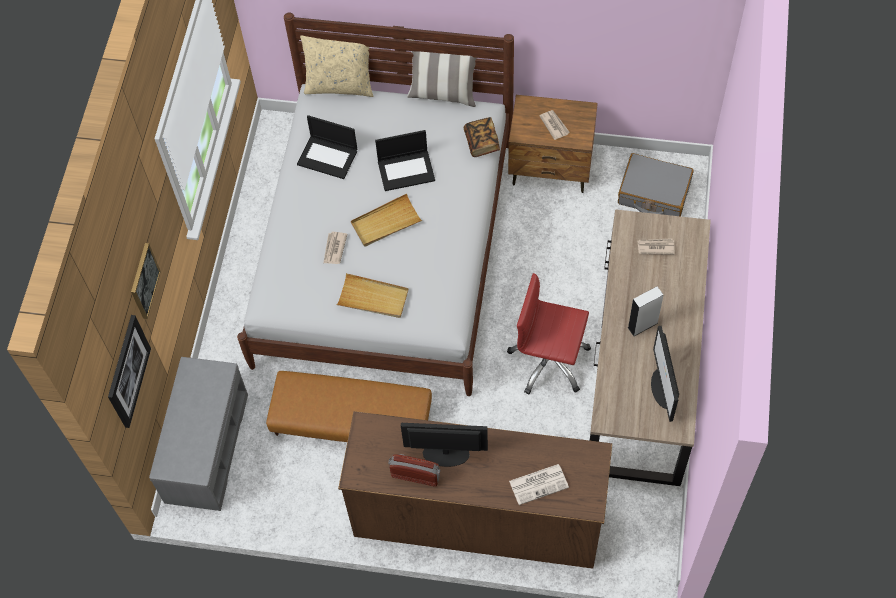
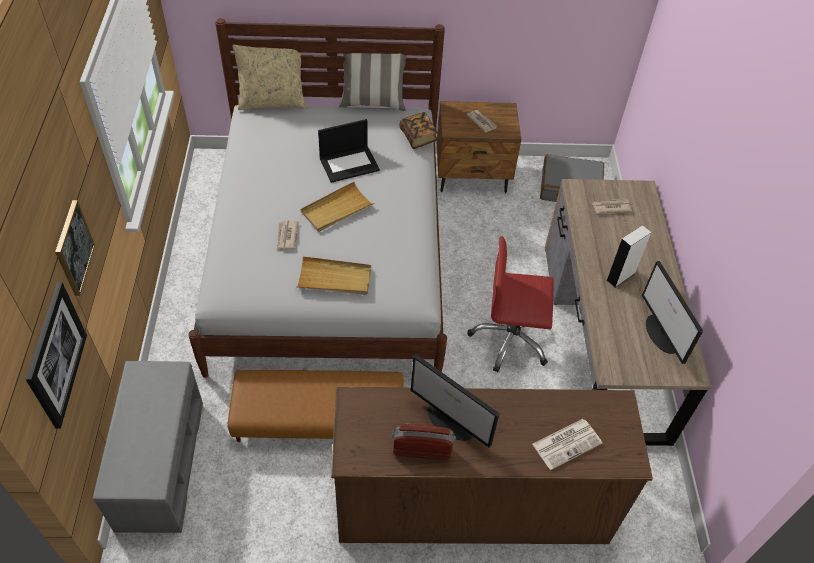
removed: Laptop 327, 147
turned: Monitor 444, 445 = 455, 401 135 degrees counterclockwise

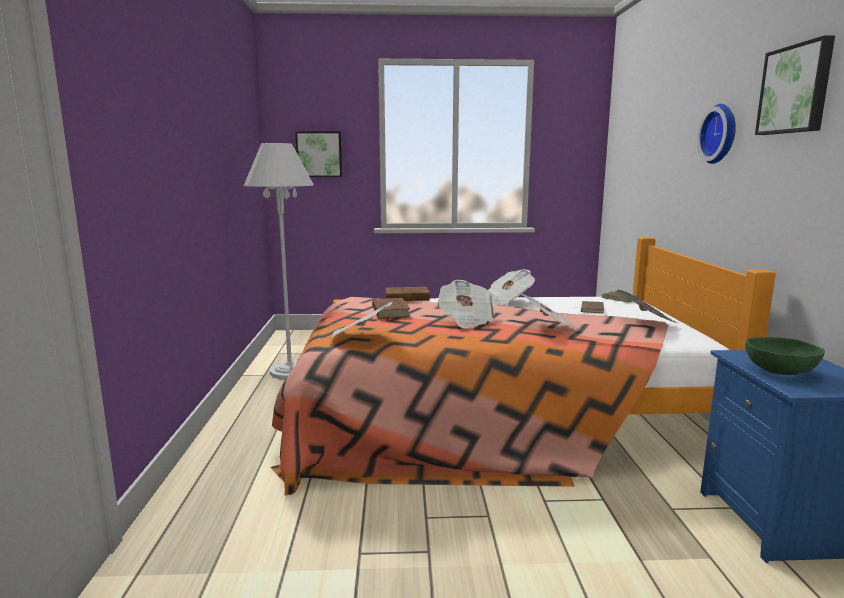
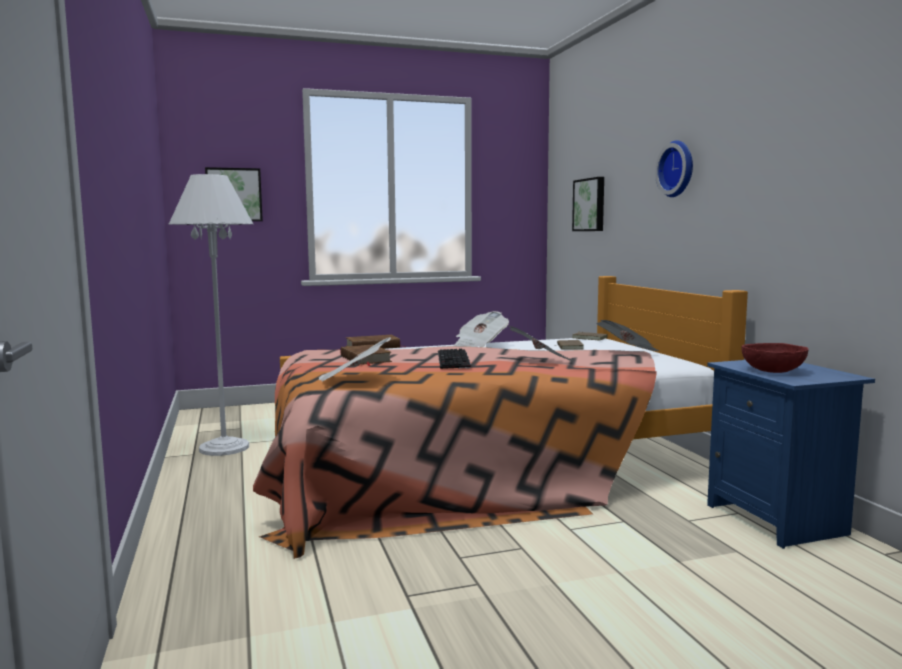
moved: Bild 795, 85 to 588, 204
replaced: Zeitung 466, 304 to Tastatur 454, 359
recoloured: Schüssel/grün 785, 356 to Schüssel/rot 775, 358

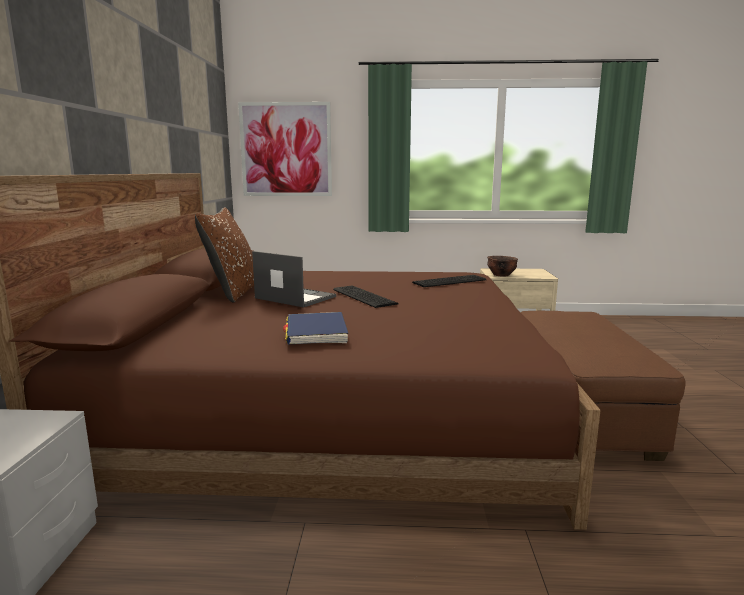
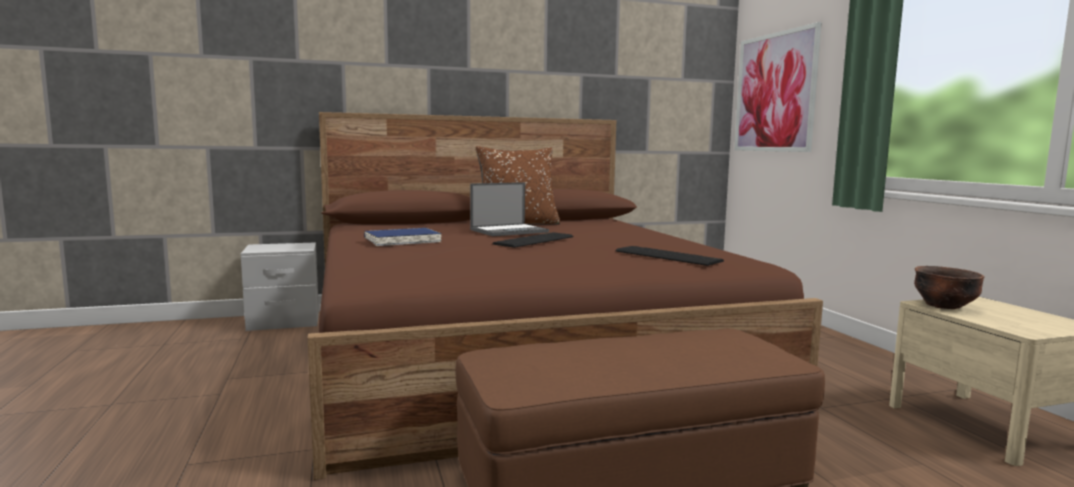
turned: Laptop 294, 279 = 509, 209 45 degrees clockwise

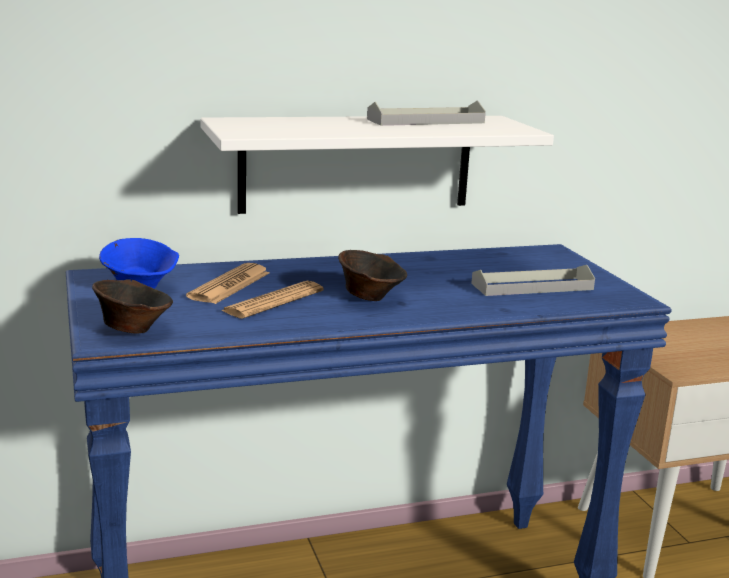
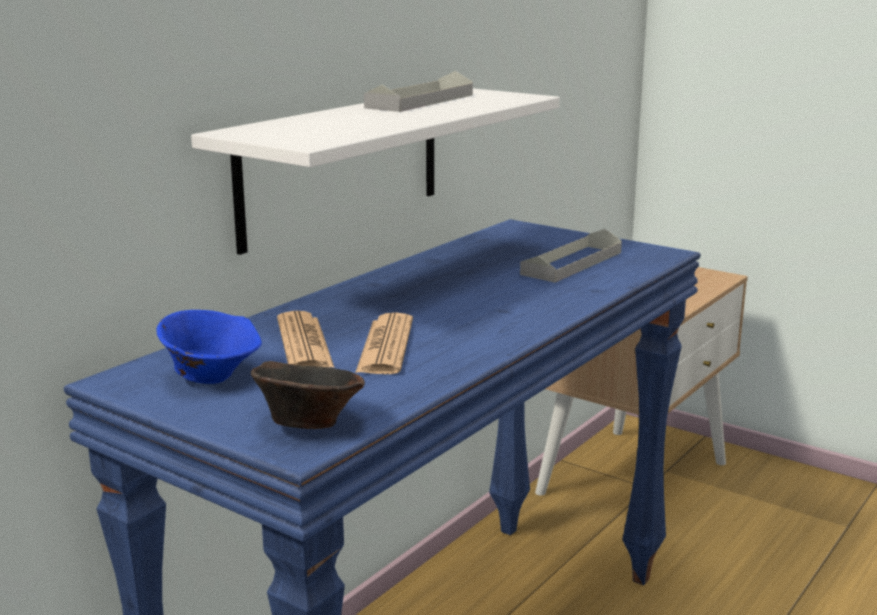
removed: Schüssel/braun 372, 275

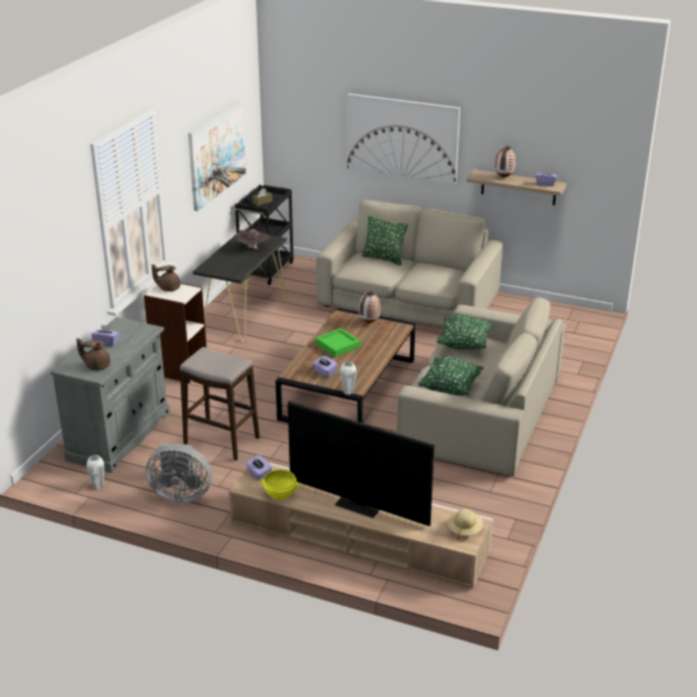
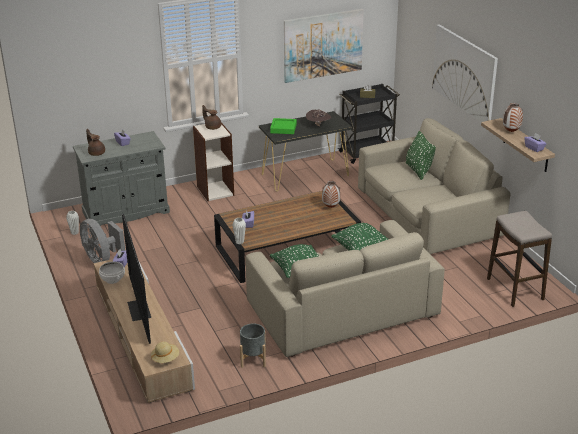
added: Pflanzkübel/grau 253, 345
moved: Tablett/grün 338, 342 to 283, 126; Hocker 220, 404 to 519, 259
recoloured: Schüssel/gelb 280, 485 to Schüssel/weiß 112, 273

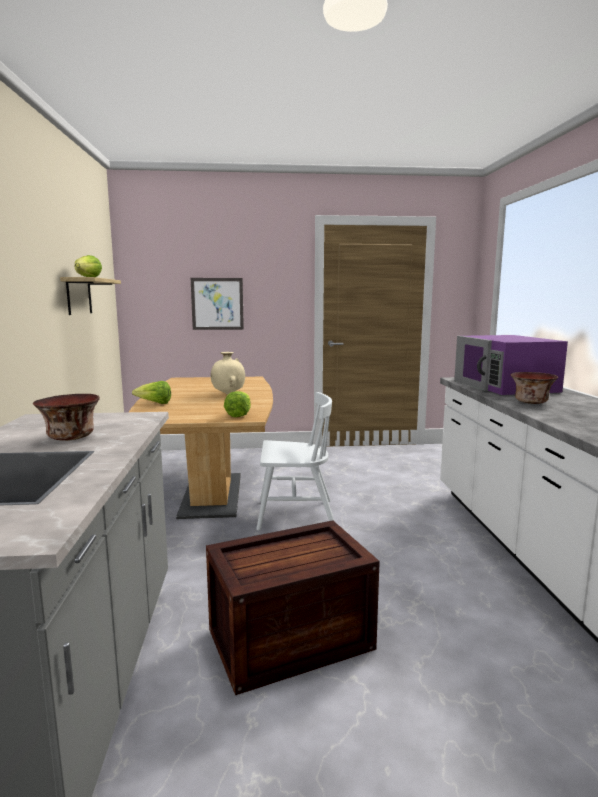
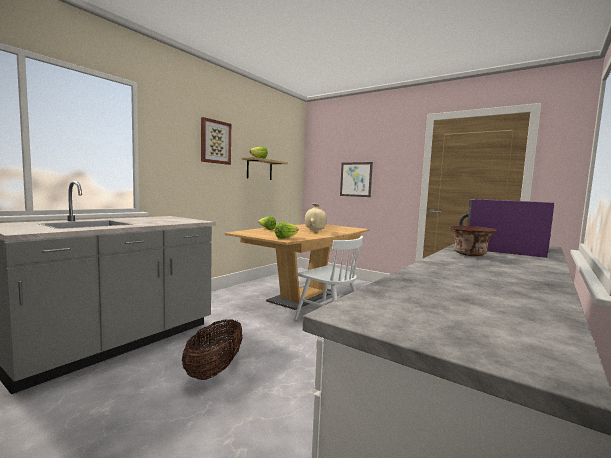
removed: Schüssel 66, 417
added: Bild 216, 141
replaced: Kiste 293, 607 to Korb 212, 349

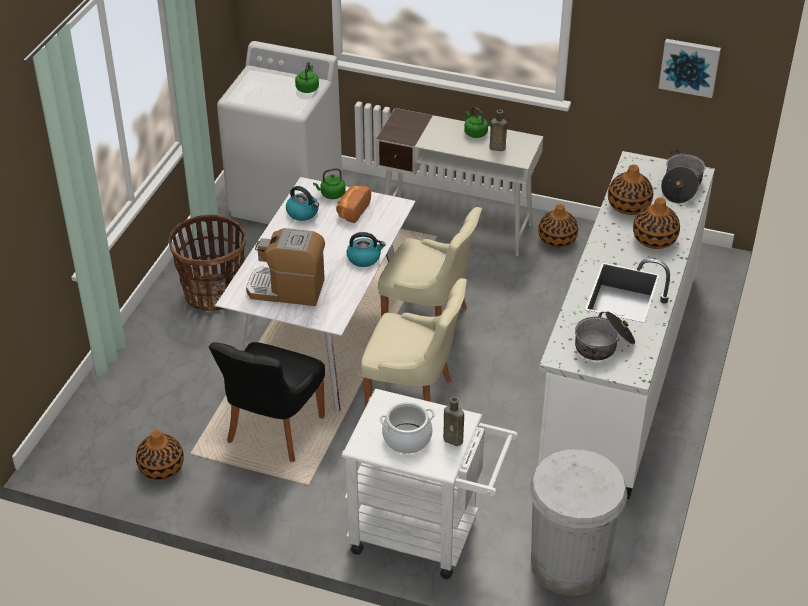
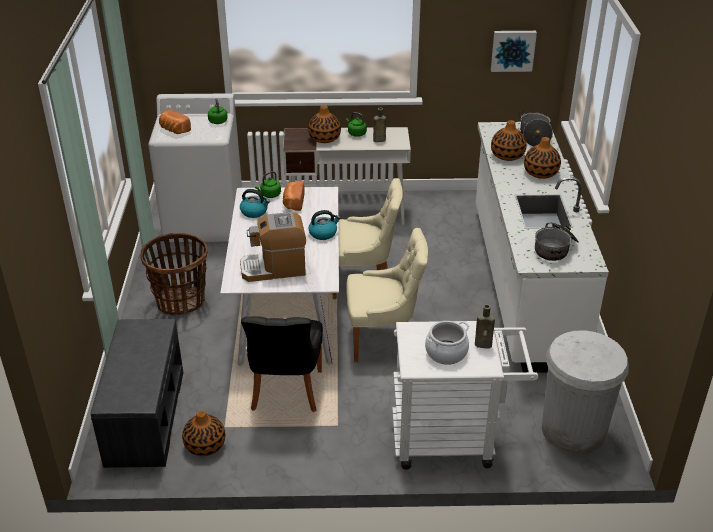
added: Brot 175, 121; Bank/grau 136, 393
moved: Vase 558, 226 to 324, 124

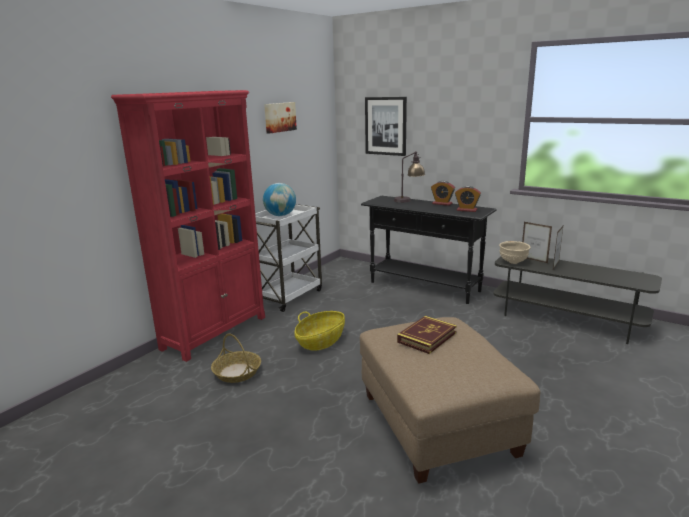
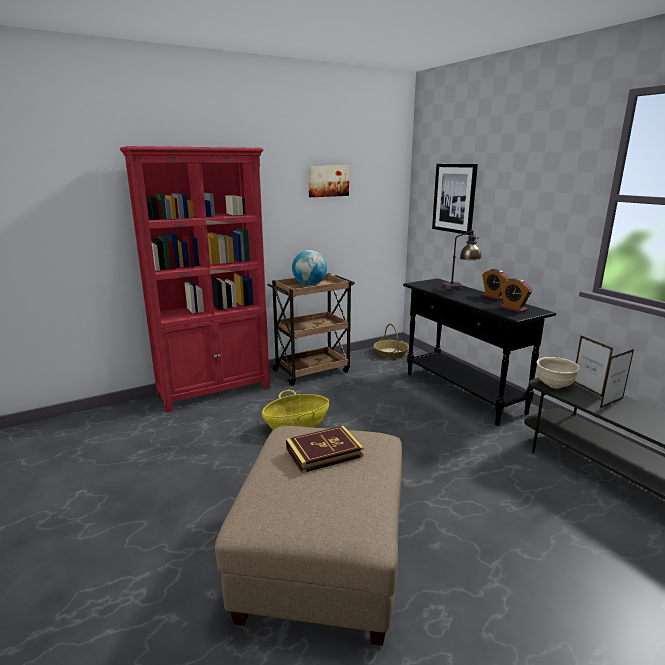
moved: Korb 236, 358 to 391, 341
recoloured: Rollwagen/weiß 288, 258 to Rollwagen/braun 311, 329

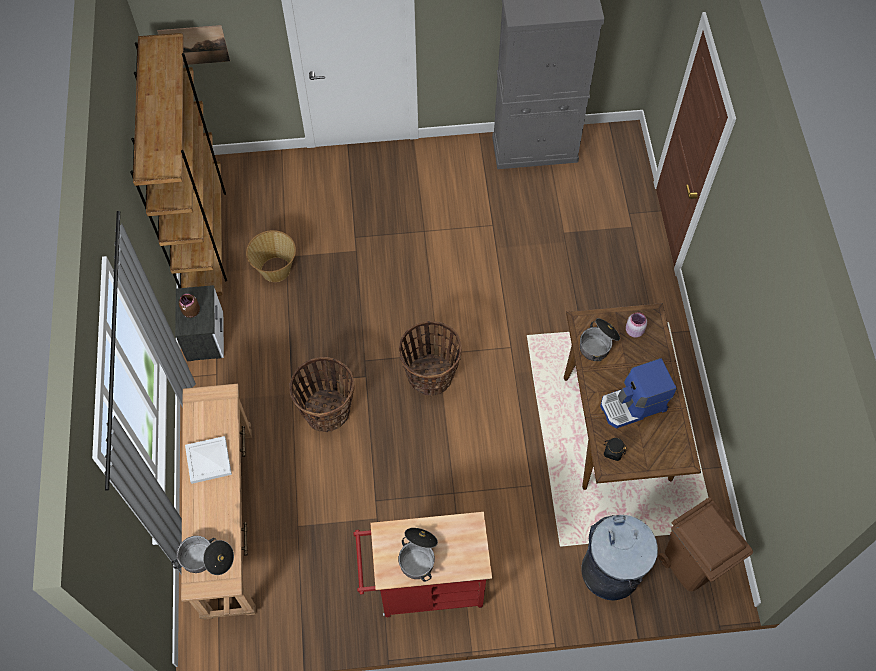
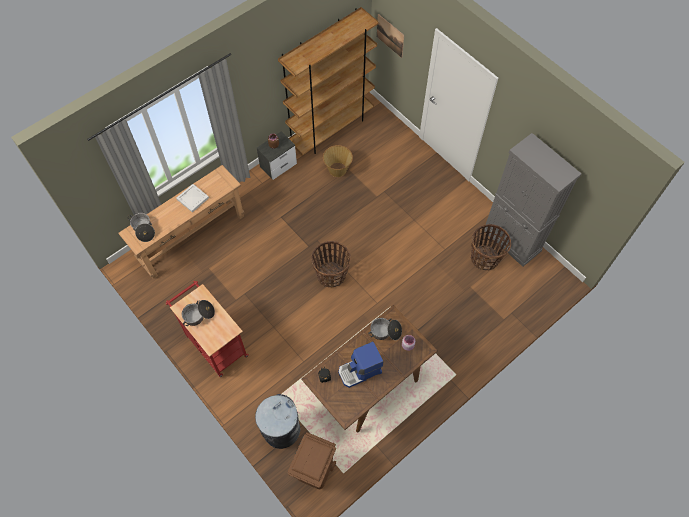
moved: Korb 322, 394 to 491, 247
turned: Kaffeemaschine 638, 393 = 360, 364 60 degrees counterclockwise

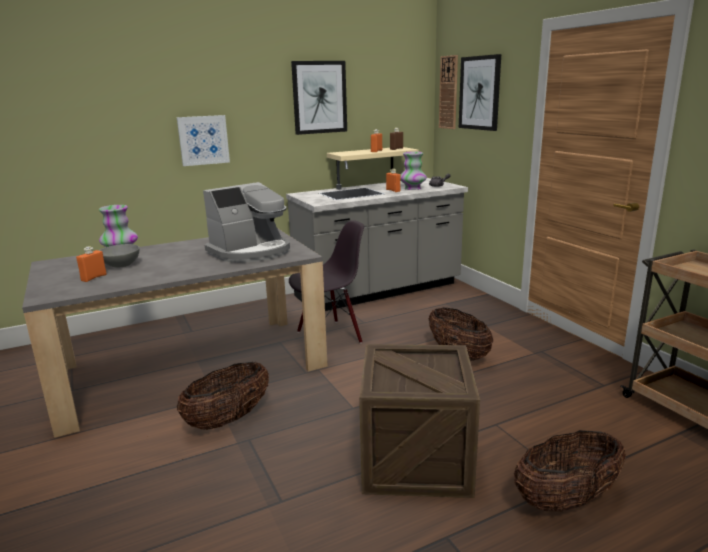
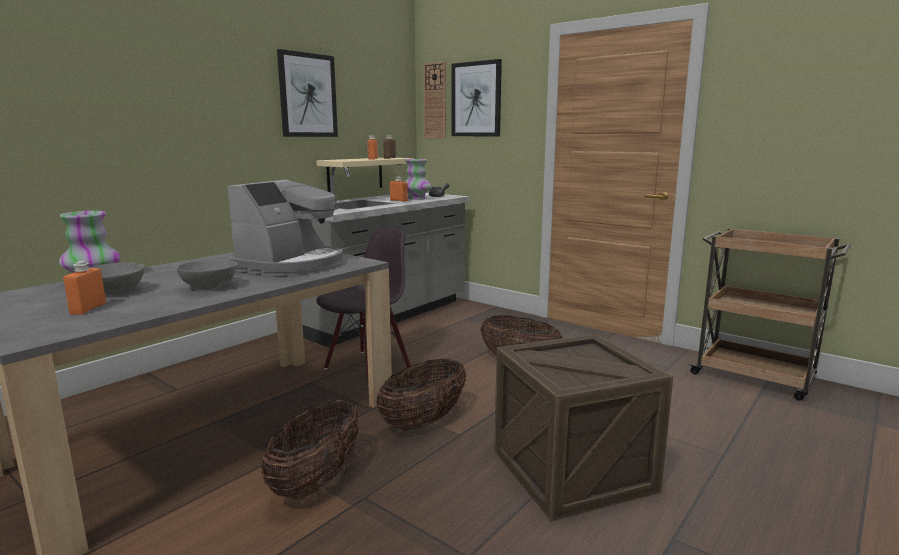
removed: Bild 203, 140
added: Schüssel/grau 206, 275
moved: Korb 570, 470 to 421, 394

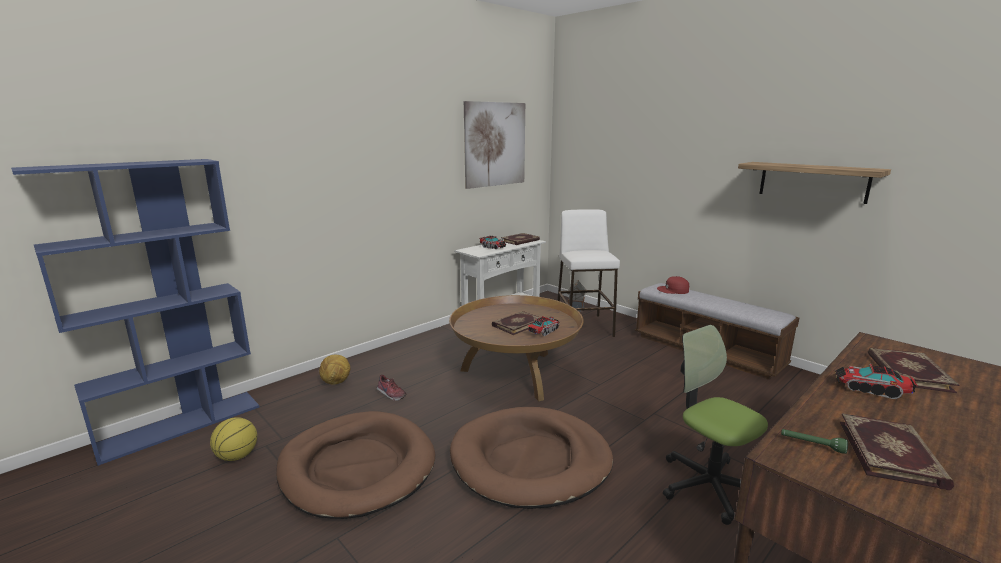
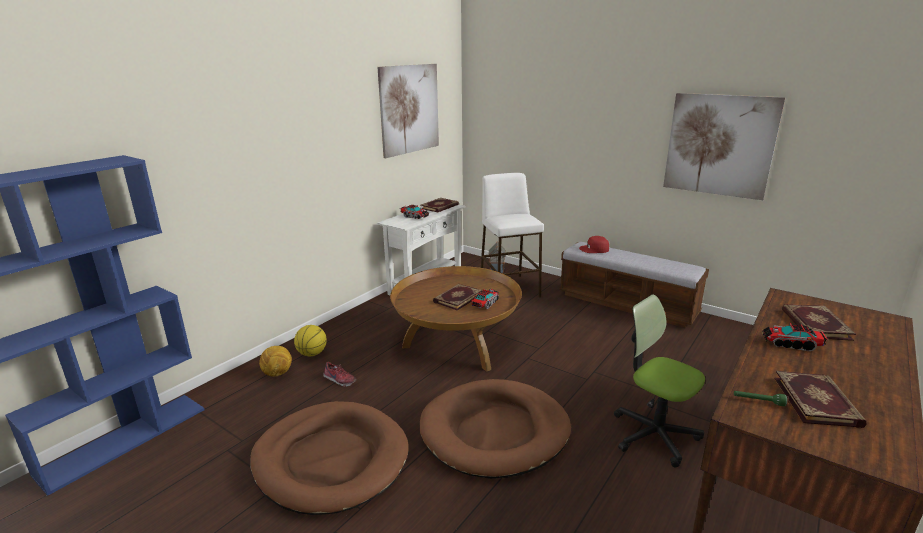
moved: Basketball 233, 439 to 310, 340
replaced: Wandregal 814, 183 to Bild 724, 146

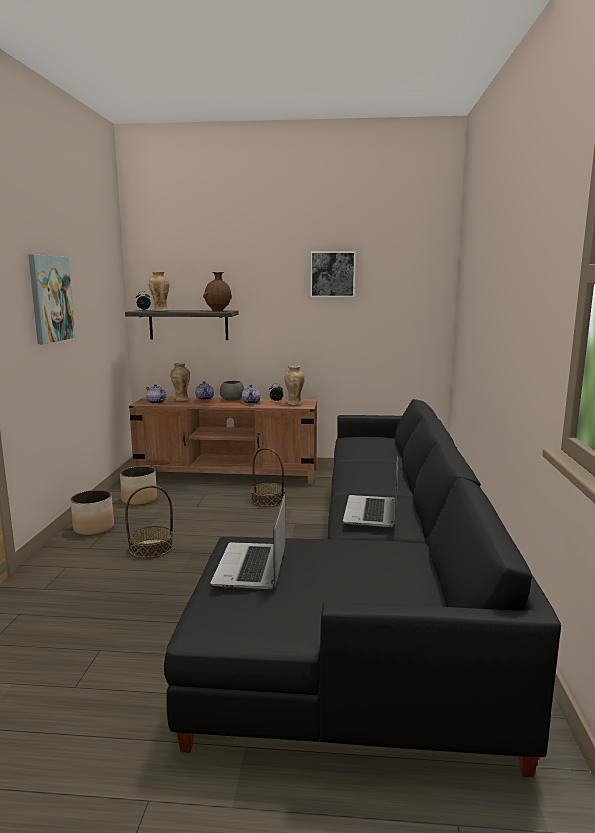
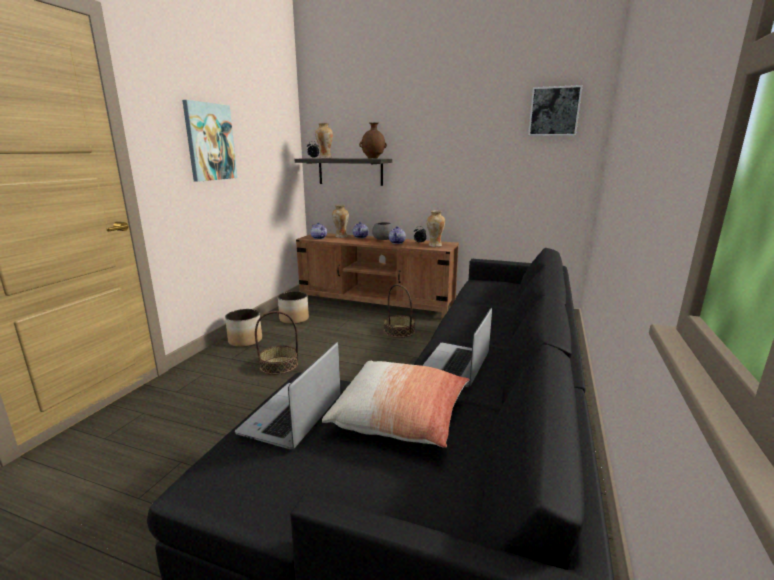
added: Kissen 396, 404
moved: Bild 333, 274 to 555, 110

